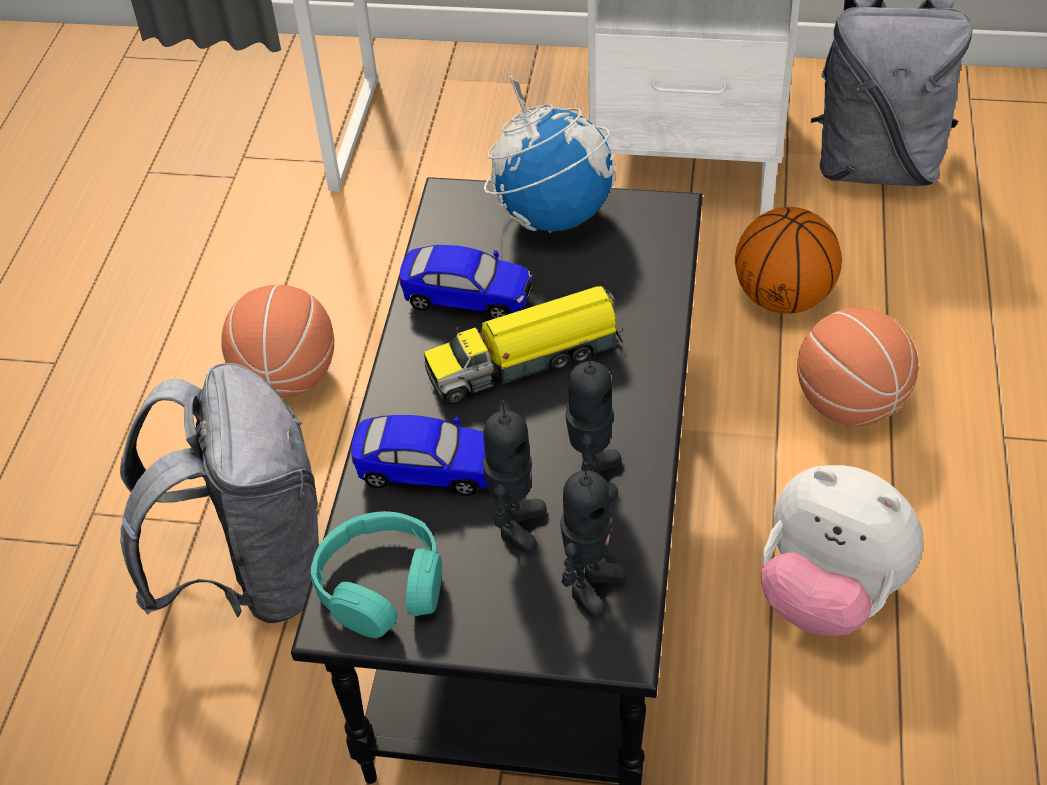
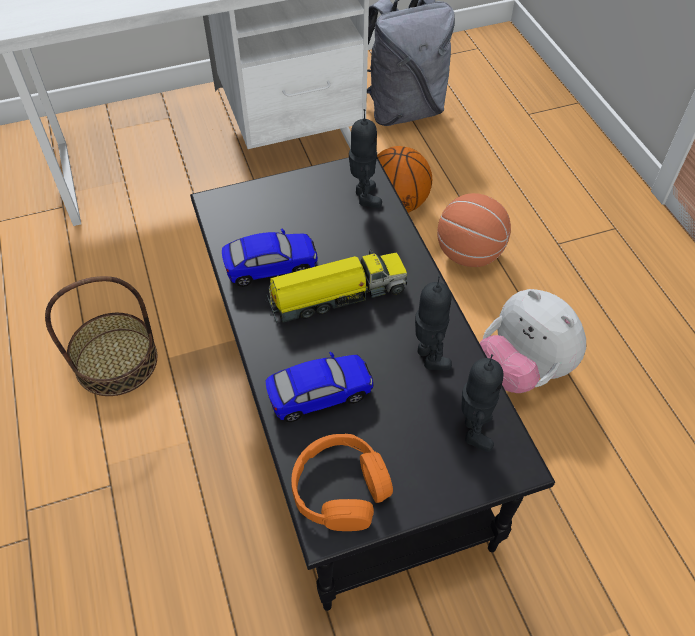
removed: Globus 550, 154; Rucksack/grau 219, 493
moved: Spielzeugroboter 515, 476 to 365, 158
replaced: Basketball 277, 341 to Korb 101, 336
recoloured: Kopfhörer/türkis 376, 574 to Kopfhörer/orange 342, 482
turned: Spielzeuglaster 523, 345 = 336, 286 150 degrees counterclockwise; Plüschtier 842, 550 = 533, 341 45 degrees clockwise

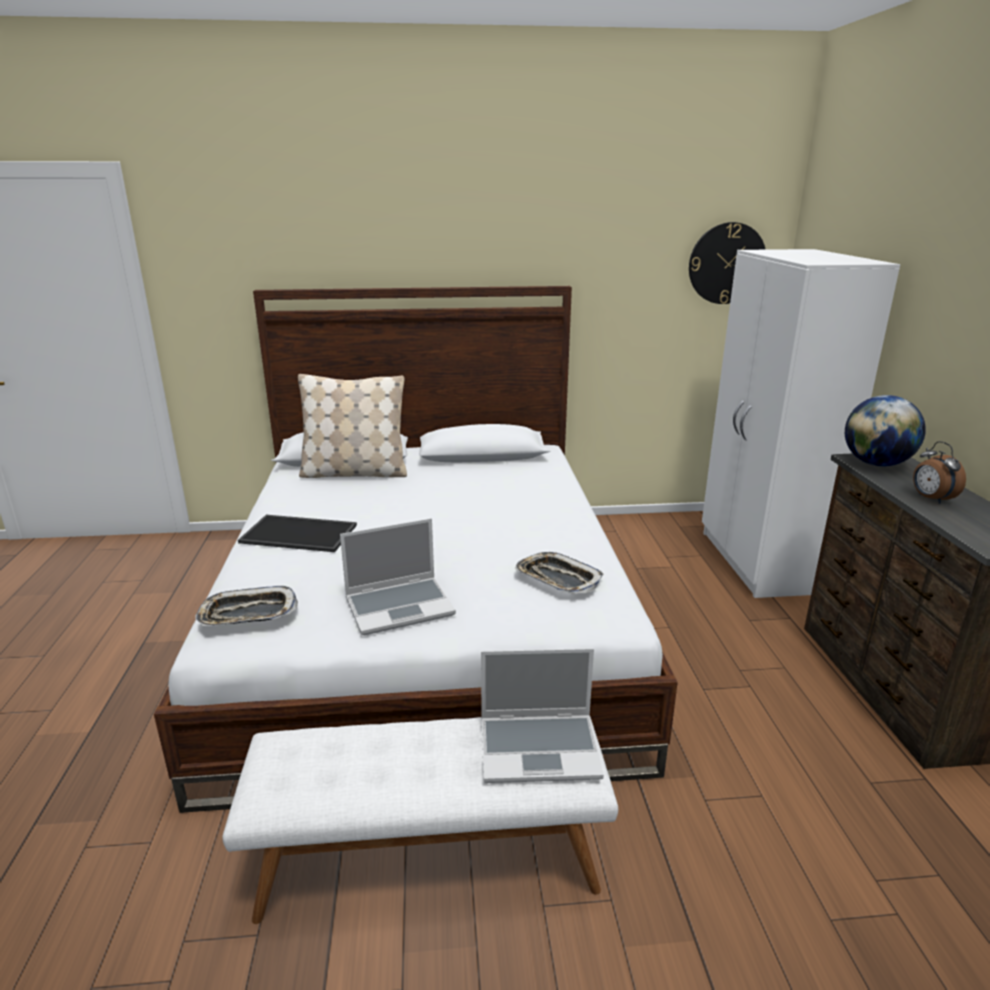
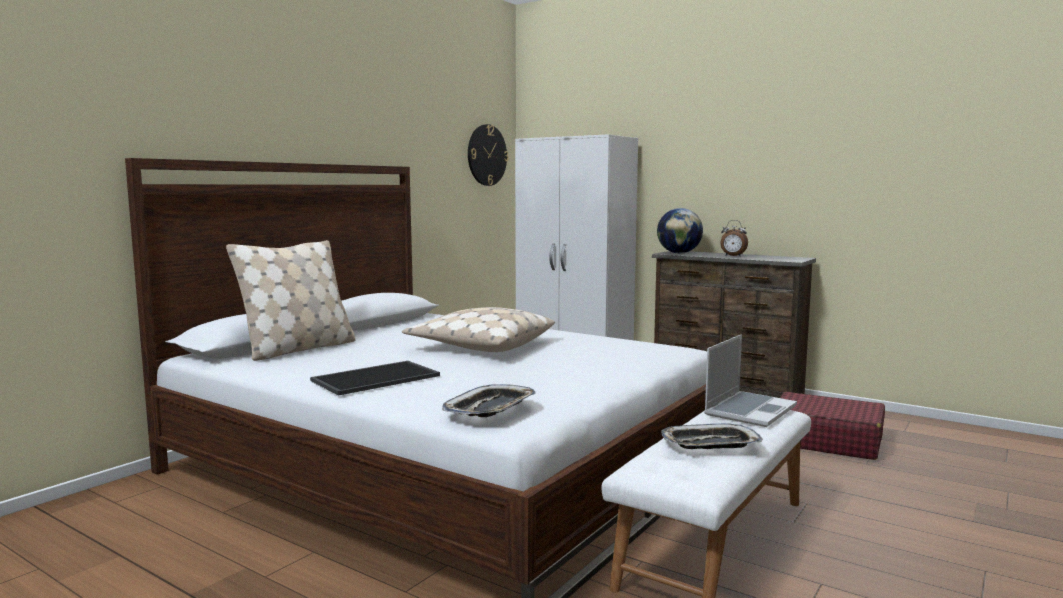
removed: Laptop 398, 576
added: Kissen/beige 478, 329; Koffer/rot 832, 426
moved: Tablett 559, 573 to 712, 436

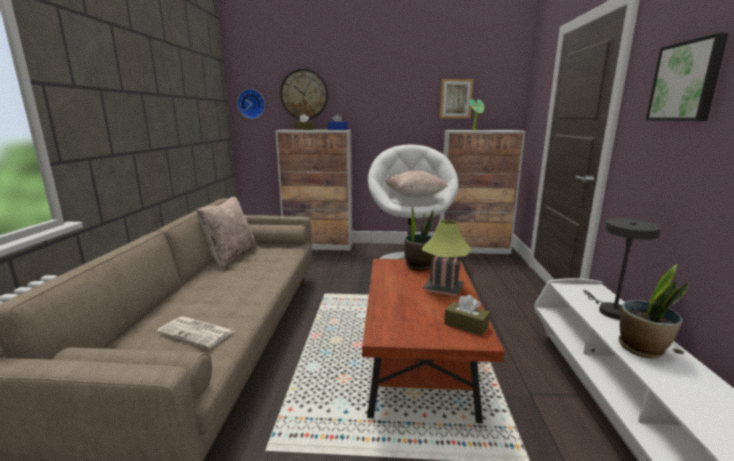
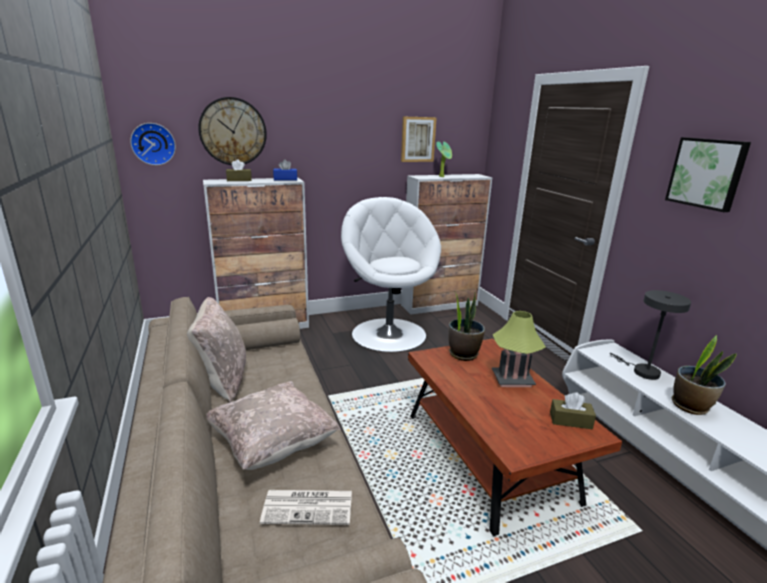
moved: Kissen/beige 417, 184 to 274, 425

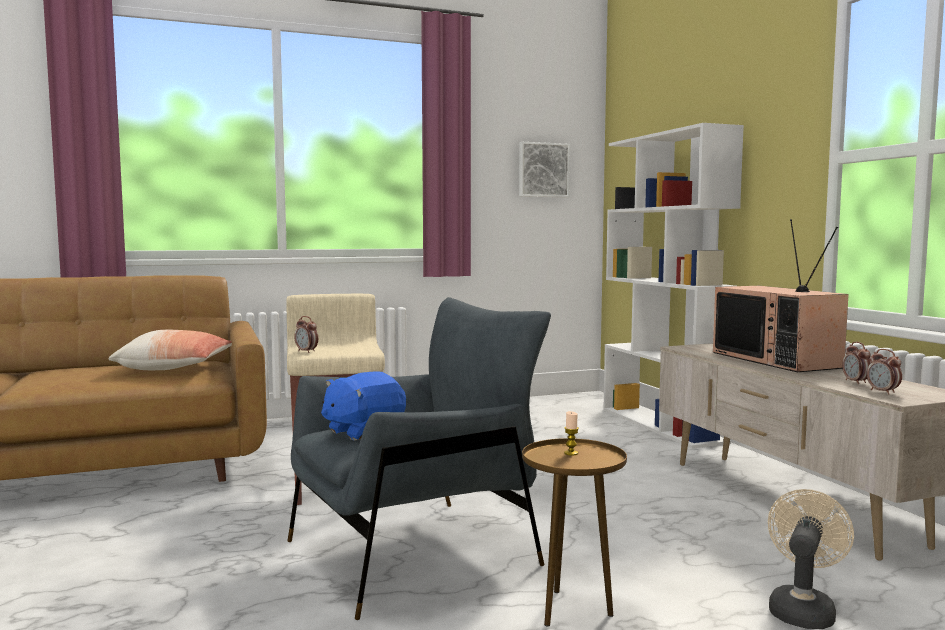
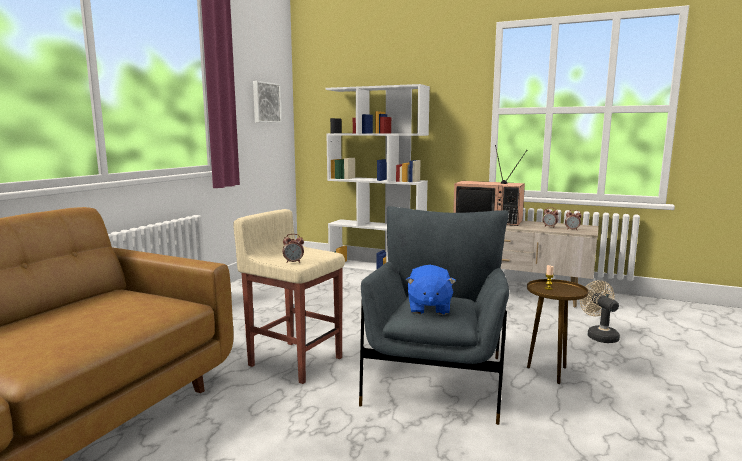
removed: Kissen 170, 350

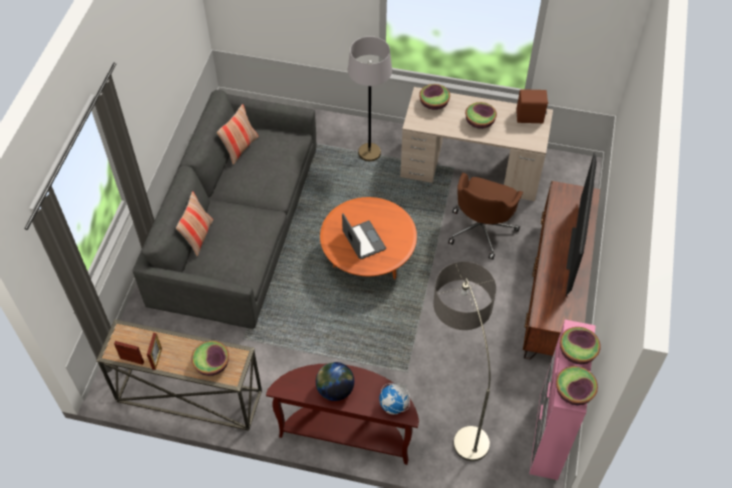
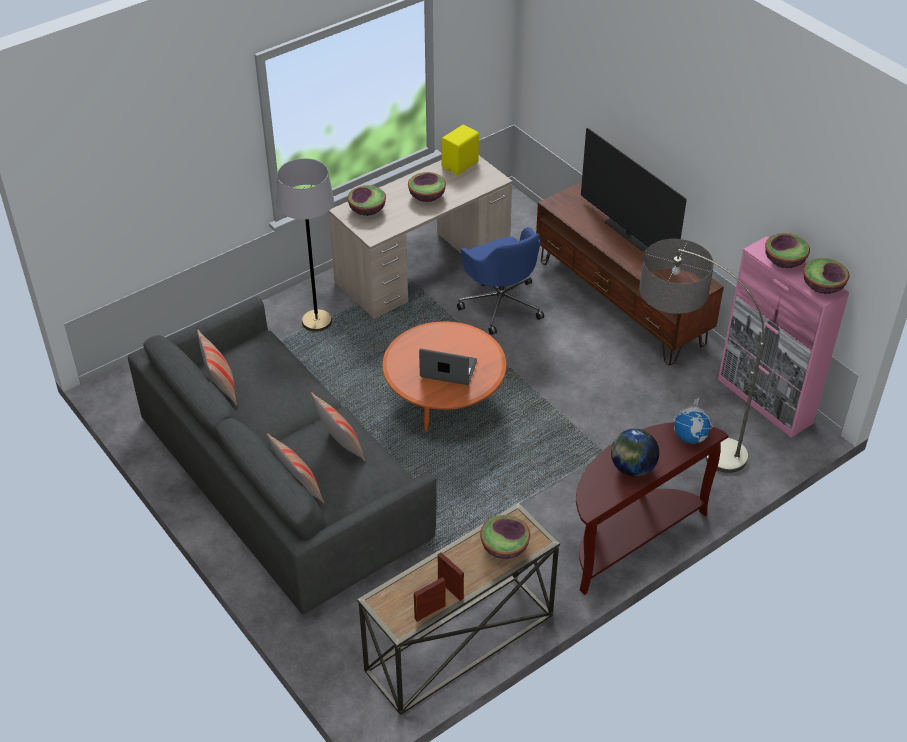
added: Kissen 338, 427
recoloured: Lautsprecher/braun 532, 106 to Lautsprecher/gelb 460, 150; Bürostuhl/braun 485, 216 to Bürostuhl/blau 500, 281

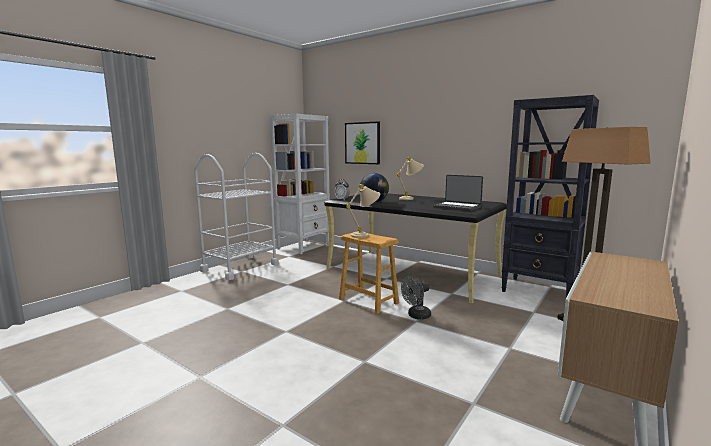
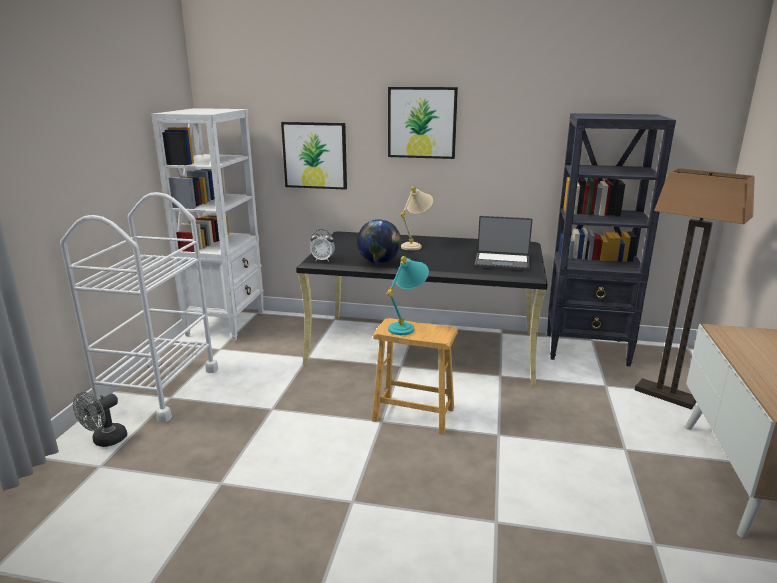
added: Bild 423, 123
moved: Ventilator/grau 416, 298 to 100, 419
recoloured: Tischlampe/beige 363, 211 to Tischlampe/türkis 408, 295

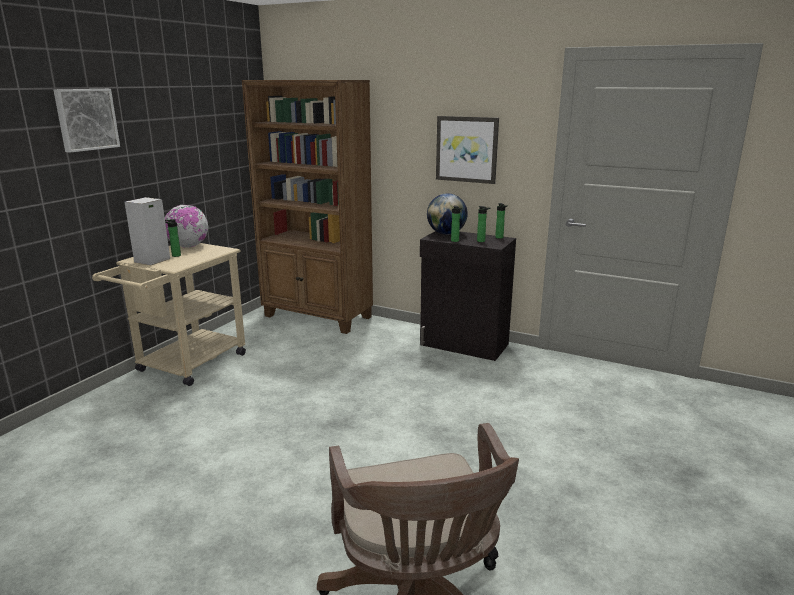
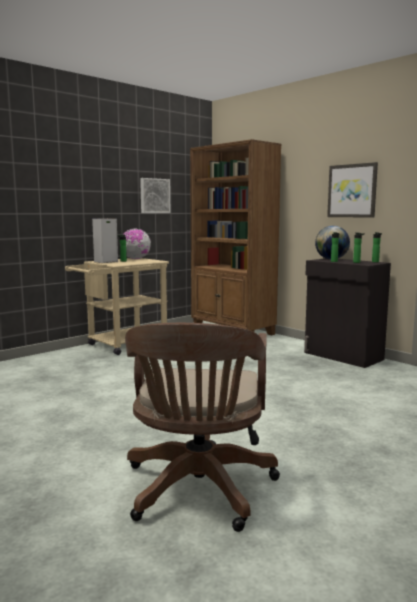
moved: Bild 87, 121 to 155, 195

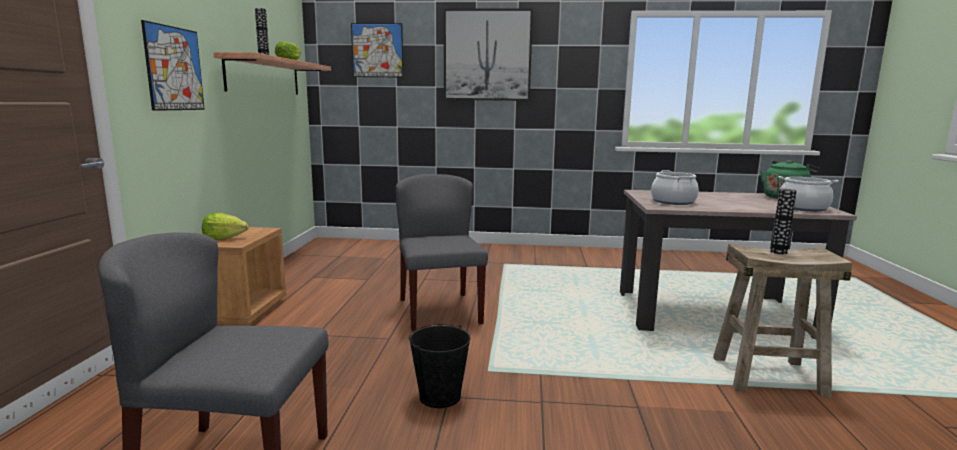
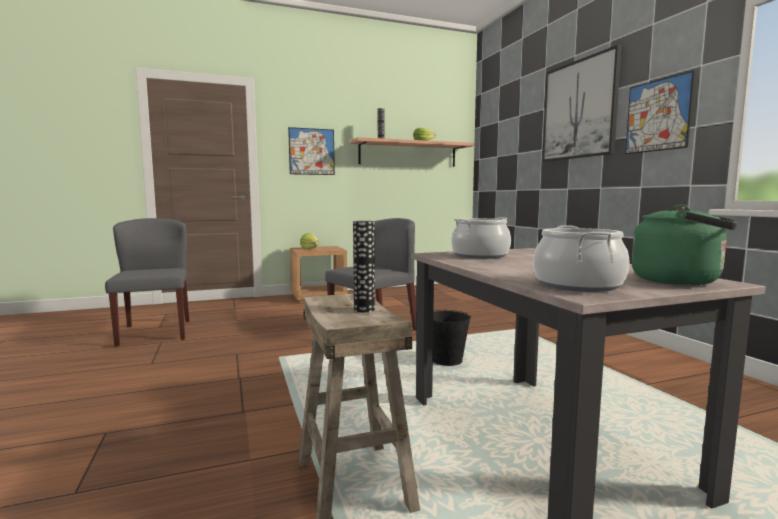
moved: Bild 377, 50 to 660, 112; Eimer/schwarz 439, 366 to 452, 338

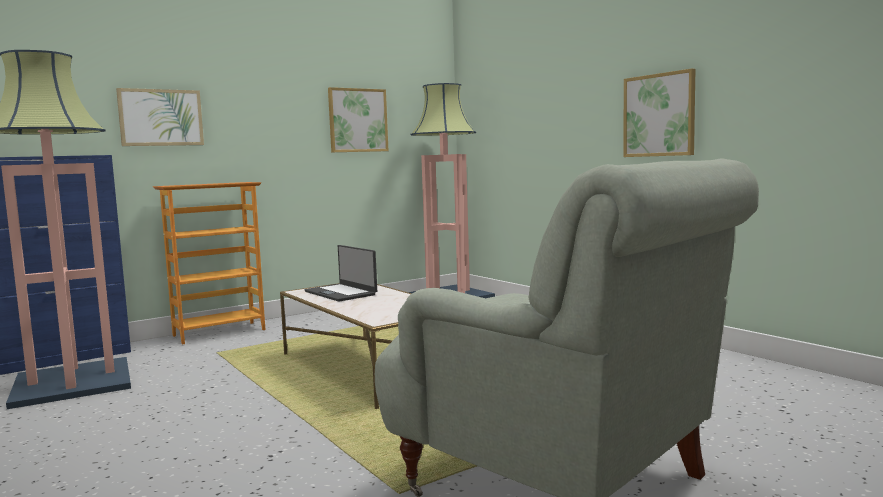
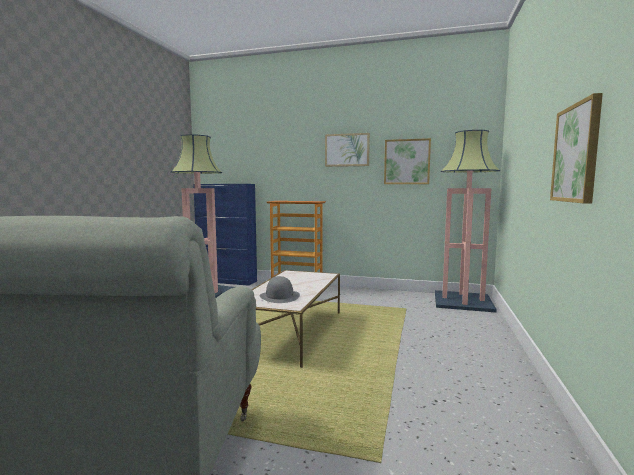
removed: Laptop 341, 273
added: Hut/grau 280, 289
moved: Bild 160, 117 to 347, 150

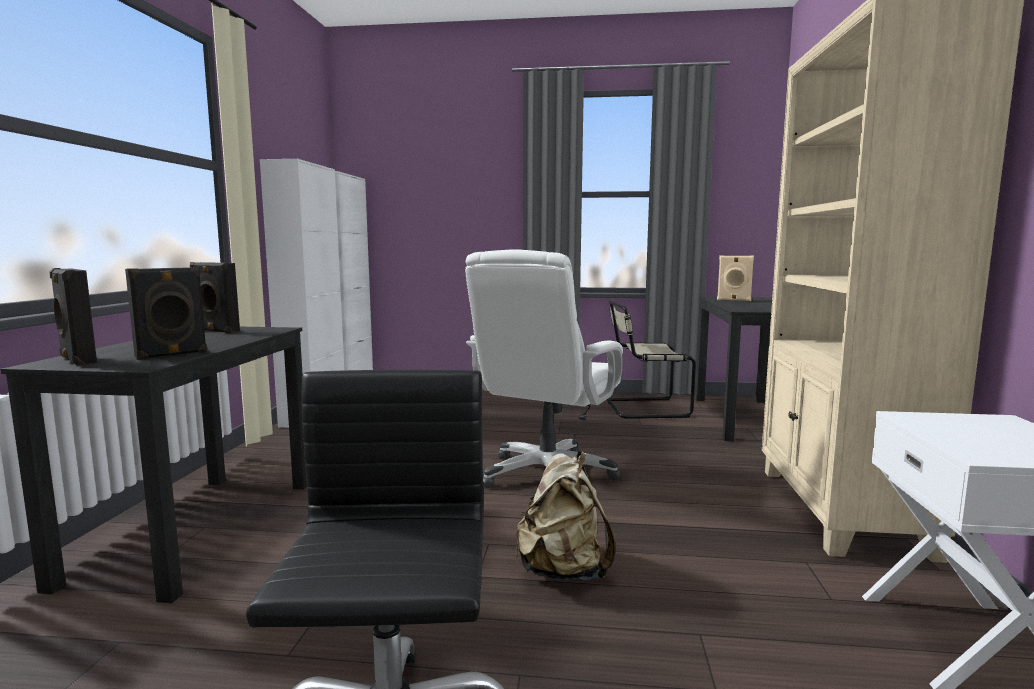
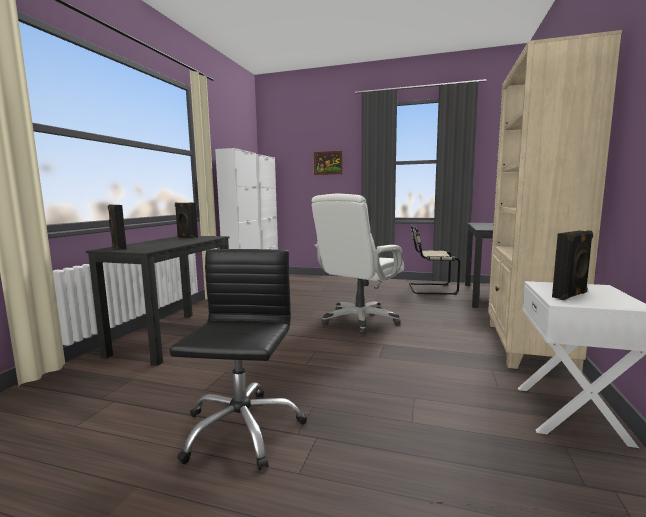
removed: Lautsprecher/beige 735, 278; Rucksack/beige 565, 515
added: Bild 328, 163
moved: Lautsprecher/schwarz 166, 313 to 572, 265

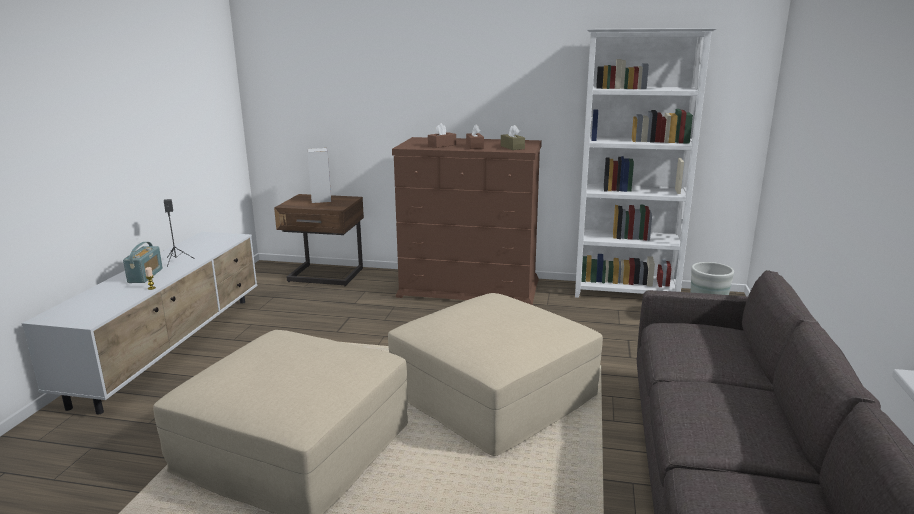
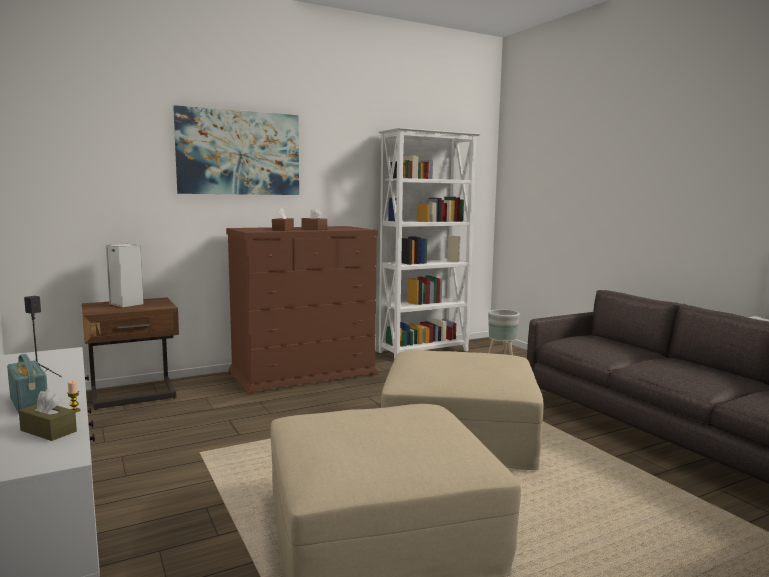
added: Bild 236, 150
moved: Taschentuchbox/braun 513, 137 to 48, 415

